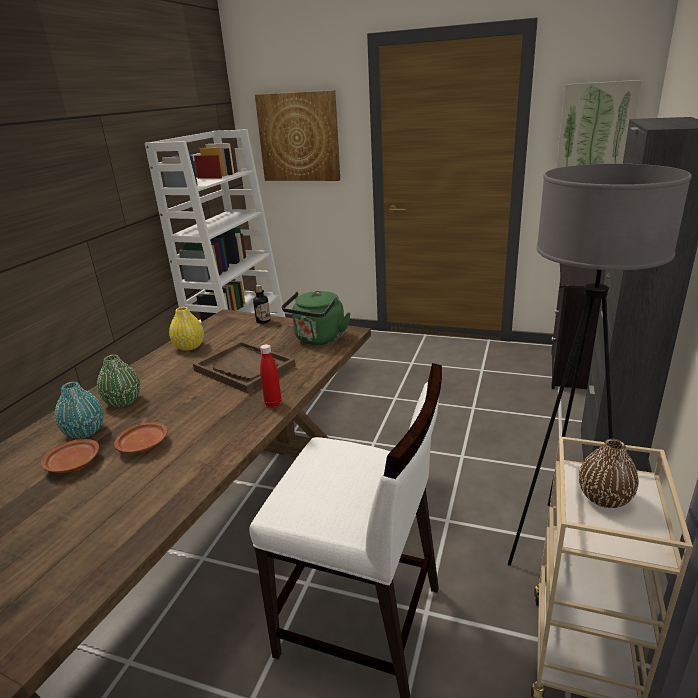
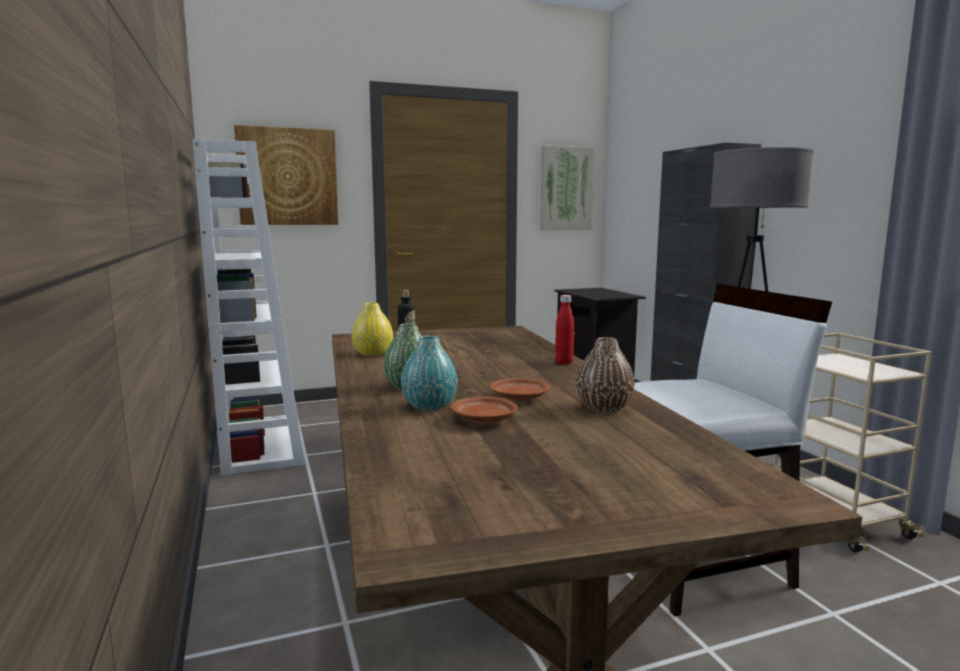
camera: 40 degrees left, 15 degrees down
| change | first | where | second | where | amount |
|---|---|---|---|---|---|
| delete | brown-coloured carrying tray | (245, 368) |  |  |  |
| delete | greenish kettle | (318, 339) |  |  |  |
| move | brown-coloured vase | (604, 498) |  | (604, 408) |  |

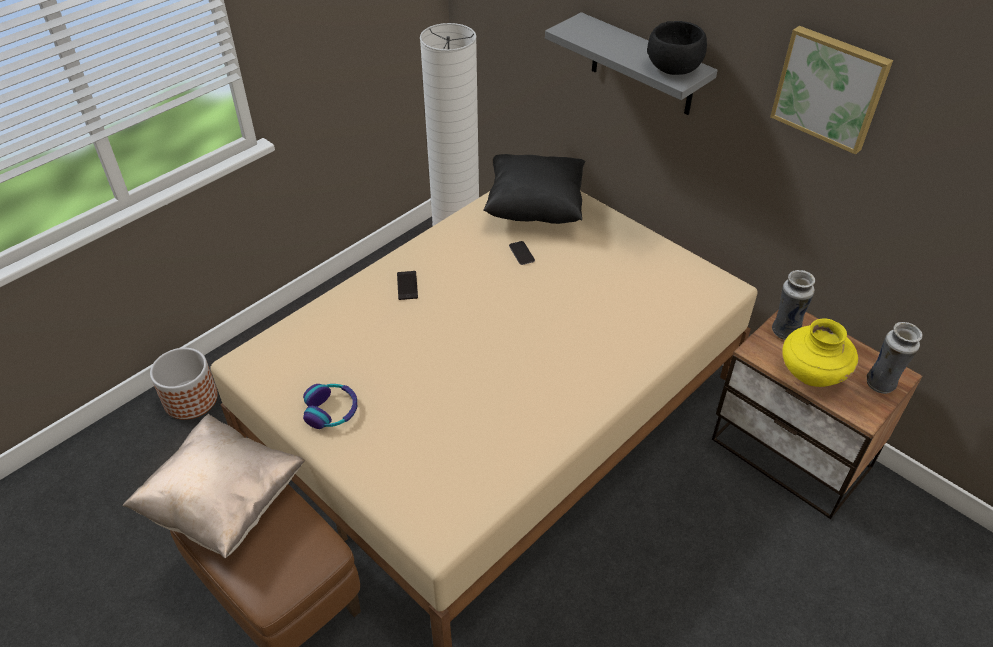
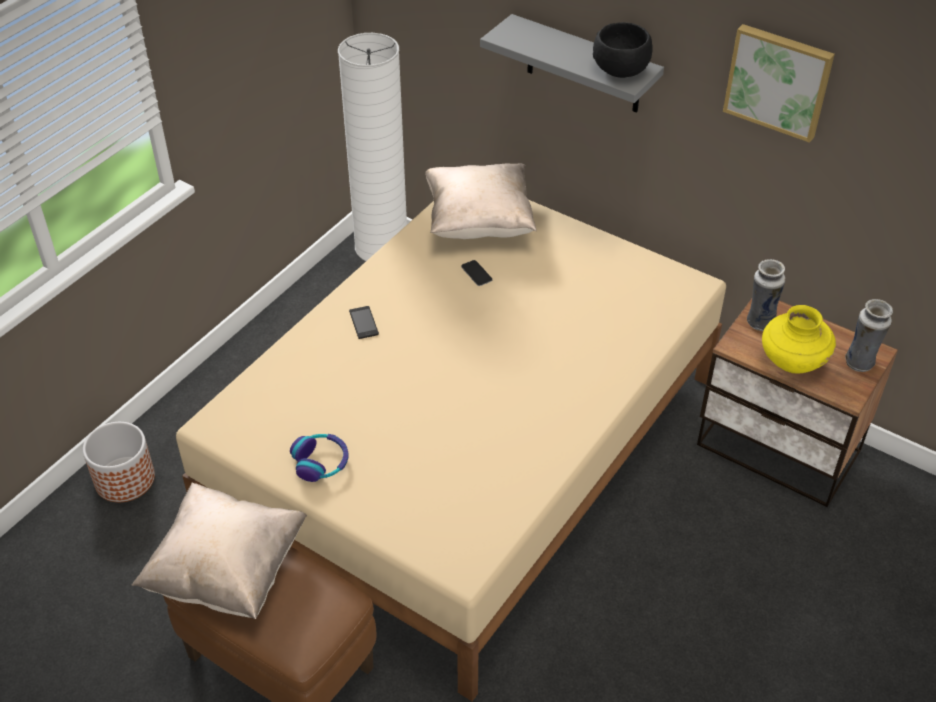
camera: 10 degrees left, 0 degrees up
| change | first | where | second | where | amount |
|---|---|---|---|---|---|
| recolor | black pillow | (535, 209) | sand-coloured pillow | (479, 223) |  |

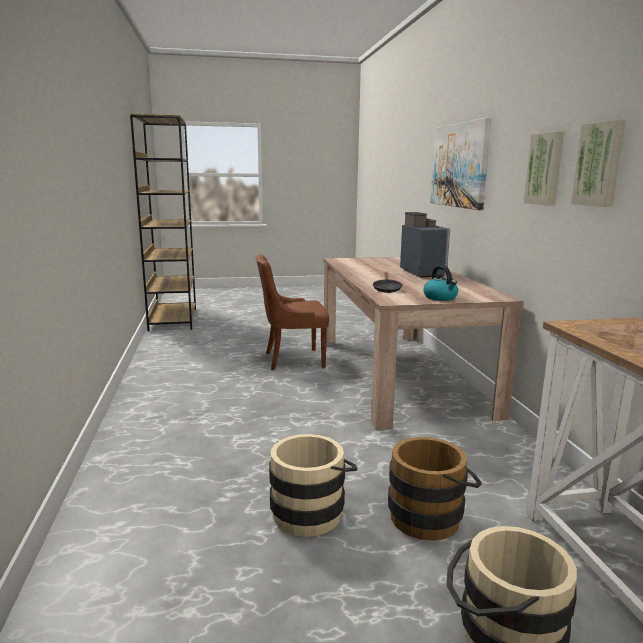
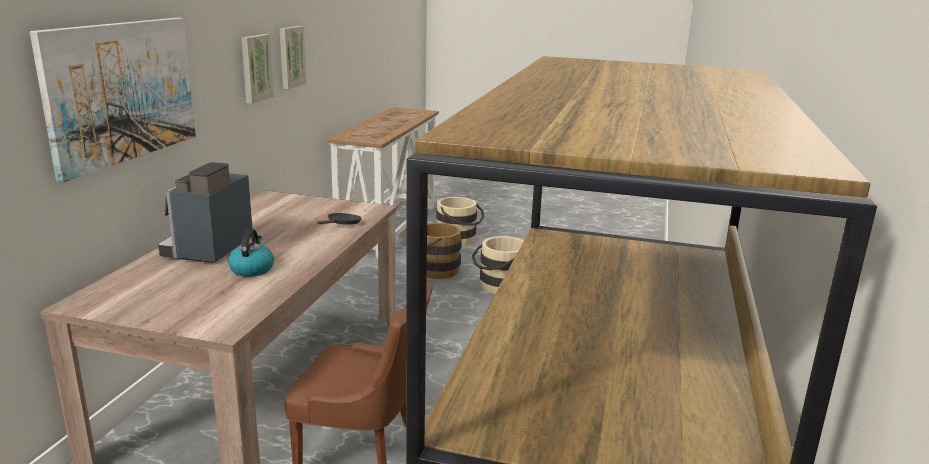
camera: 155 degrees left, 5 degrees up
| change | first | where | second | where | amount |
|---|---|---|---|---|---|
| move | kettle | (440, 298) |  | (252, 269) |  |

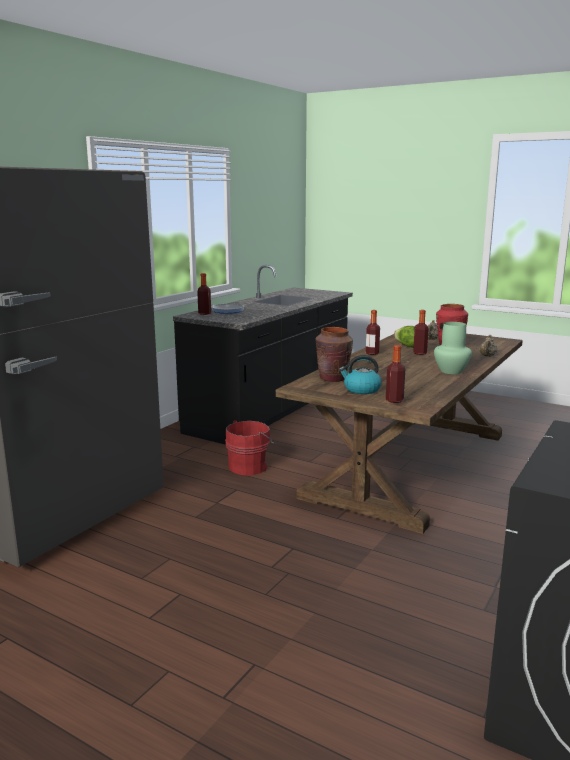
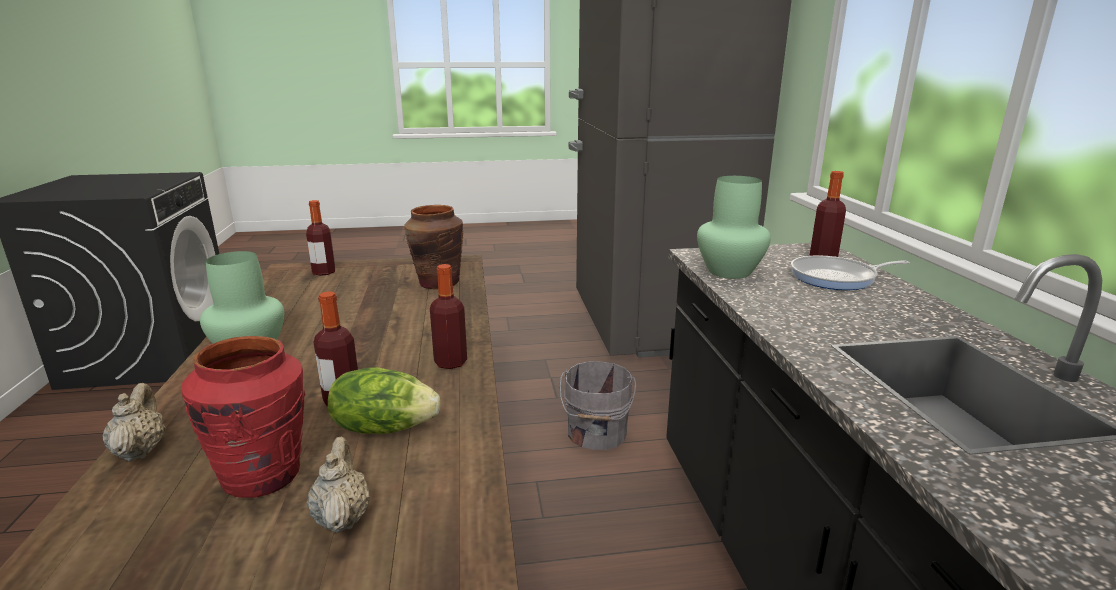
camera: 140 degrees right, 5 degrees up
| change | first | where | second | where | amount |
|---|---|---|---|---|---|
| delete | kettle | (361, 390) |  |  |  |
| insert |  |  | greenish vase | (729, 271) |  |
| recolor | reddish pail | (250, 466) | gray pail | (596, 434) |  |

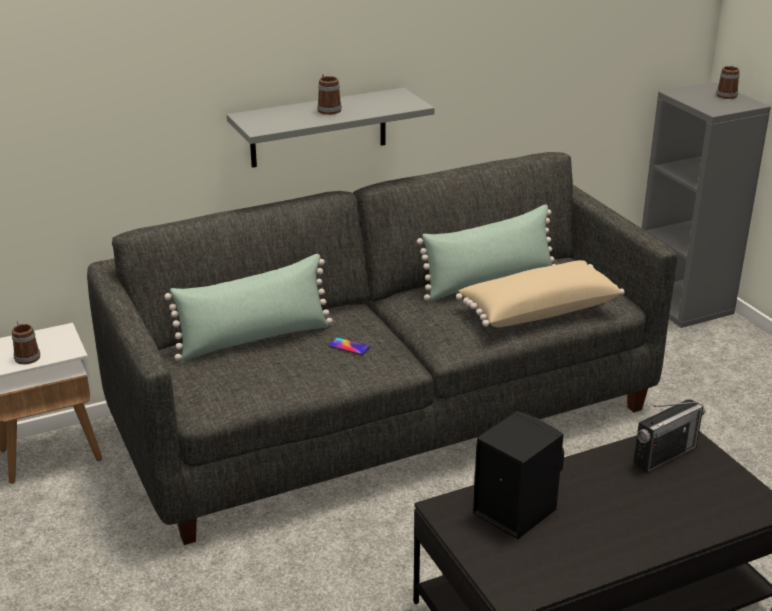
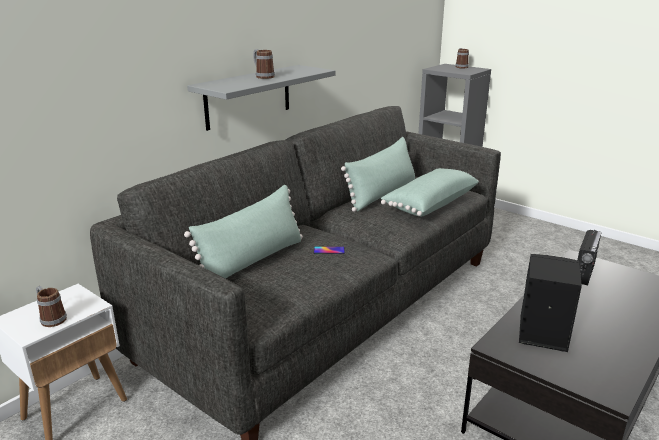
camera: 25 degrees left, 5 degrees down
| change | first | where | second | where | amount |
|---|---|---|---|---|---|
| recolor | sand-coloured pillow | (538, 310) | greenish pillow | (429, 204) |  |

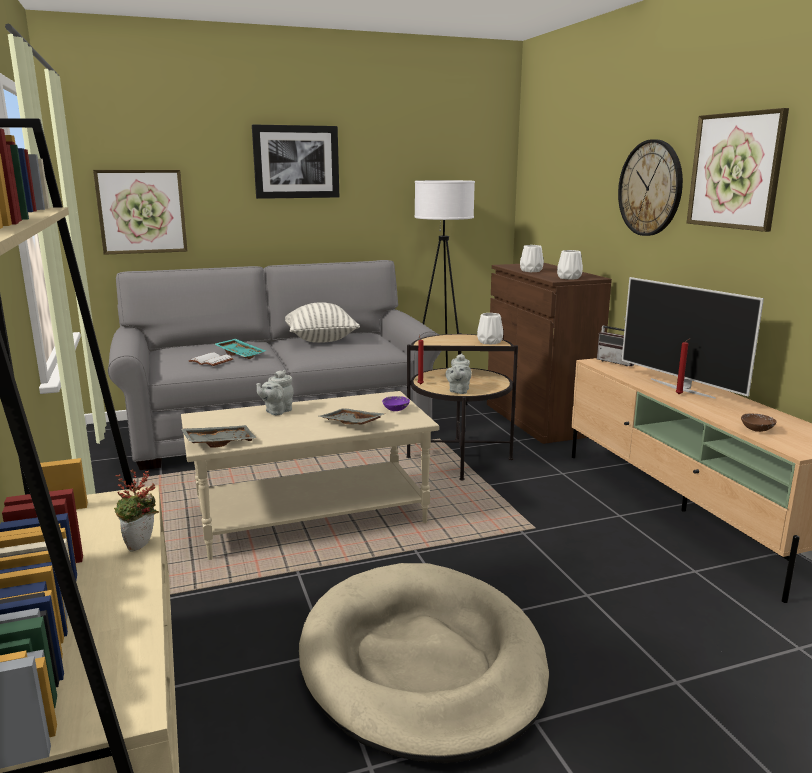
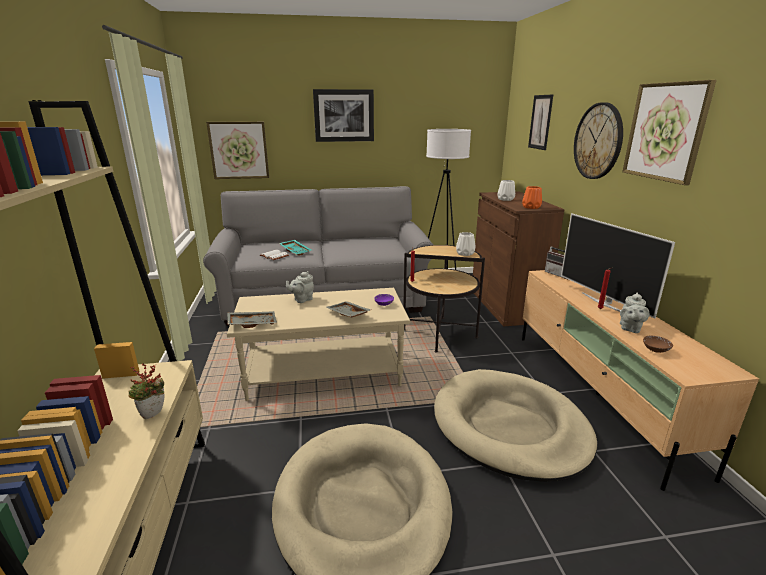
camera: 10 degrees right, 5 degrees up
| change | first | where | second | where | amount |
|---|---|---|---|---|---|
| delete | pillow | (320, 340) |  |  |  |
| insert |  |  | sand-coloured dog cushion | (510, 427) |  |
| insert |  |  | wall picture | (540, 122) |  |
| move | gray pot for tea | (458, 391) |  | (630, 328) |  |
| recolor | whitish vase | (569, 278) | orange-coloured vase | (531, 207) |  |

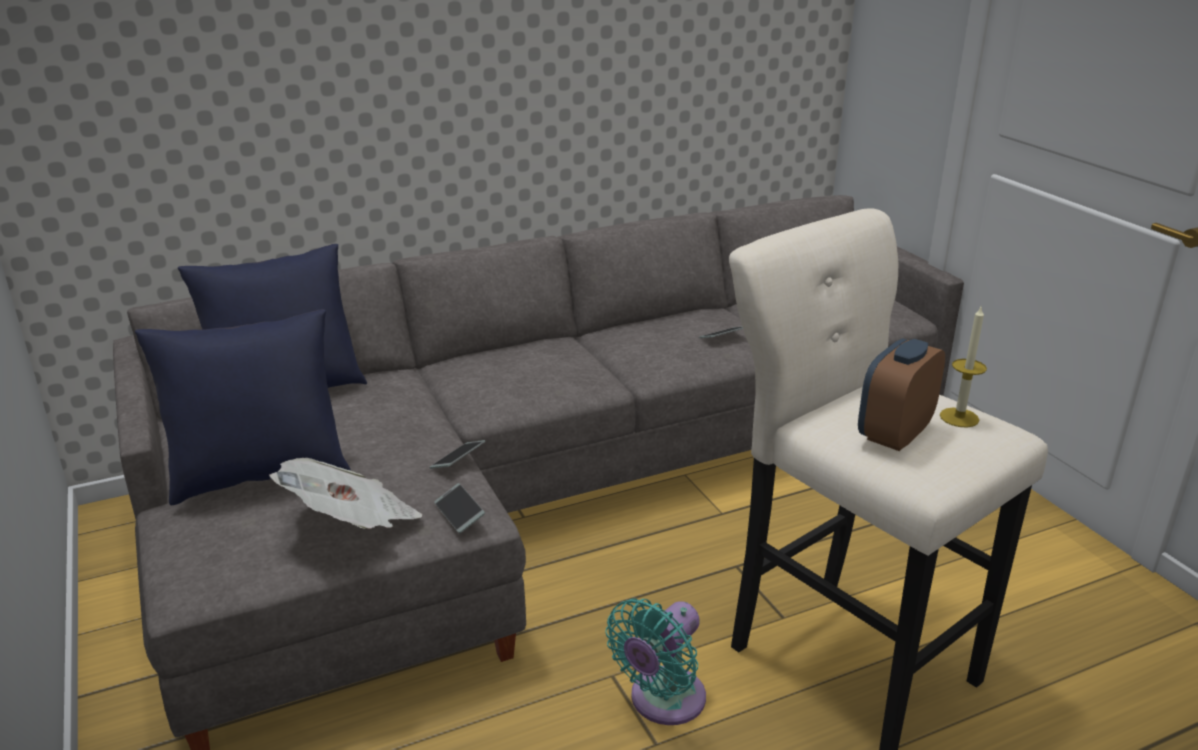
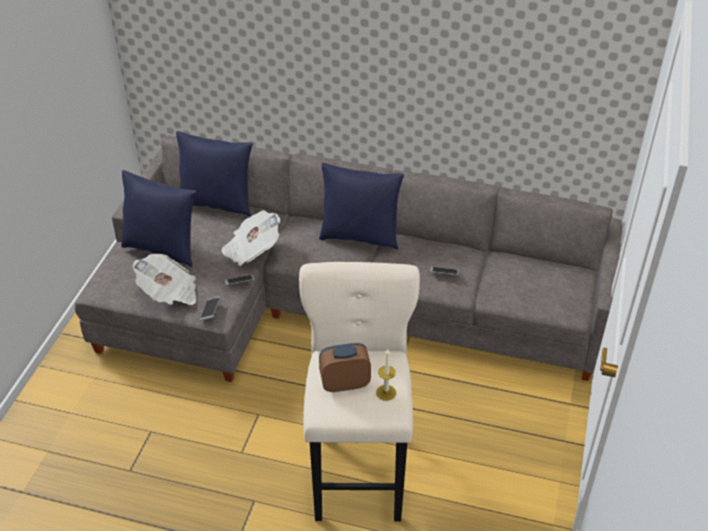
camera: 40 degrees right, 15 degrees up
| change | first | where | second | where | amount |
|---|---|---|---|---|---|
| delete | turquoise electric fan | (662, 701) |  |  |  |
| insert |  |  | newspaper | (252, 250) |  |
| insert |  |  | blue-coloured pillow | (359, 236) |  |

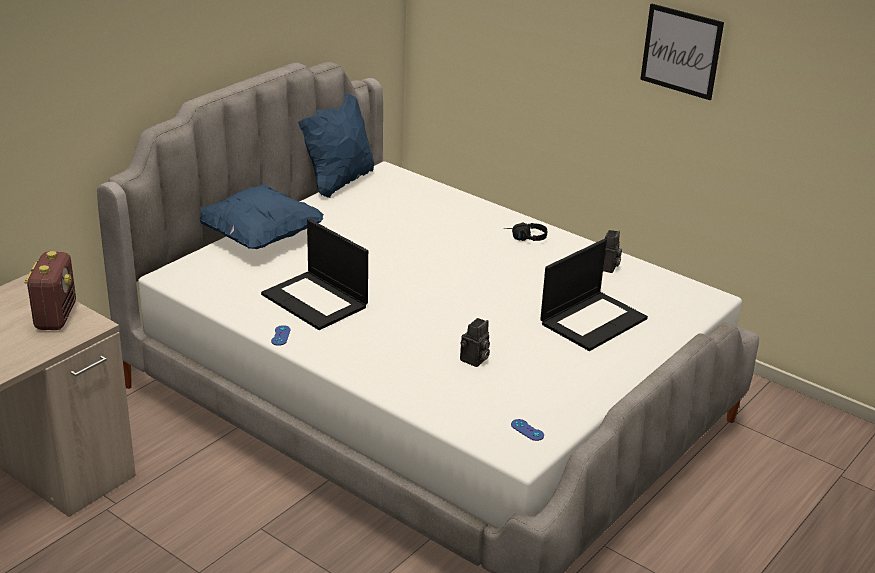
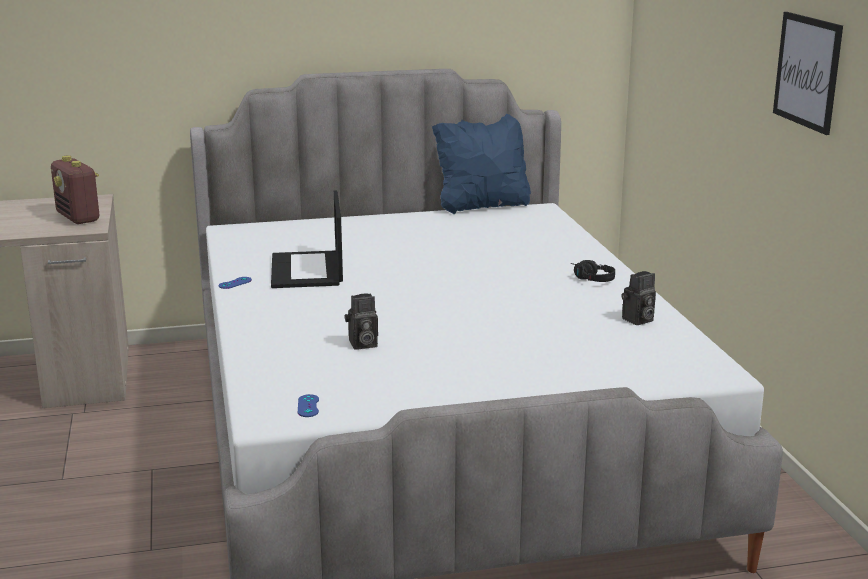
camera: 40 degrees right, 10 degrees down
| change | first | where | second | where | amount |
|---|---|---|---|---|---|
| delete | blue-coloured pillow | (259, 238) |  |  |  |
| delete | laptop | (593, 320) |  |  |  |
| rotate | radio set | (55, 316) |  | (78, 218) | 105 degrees clockwise |

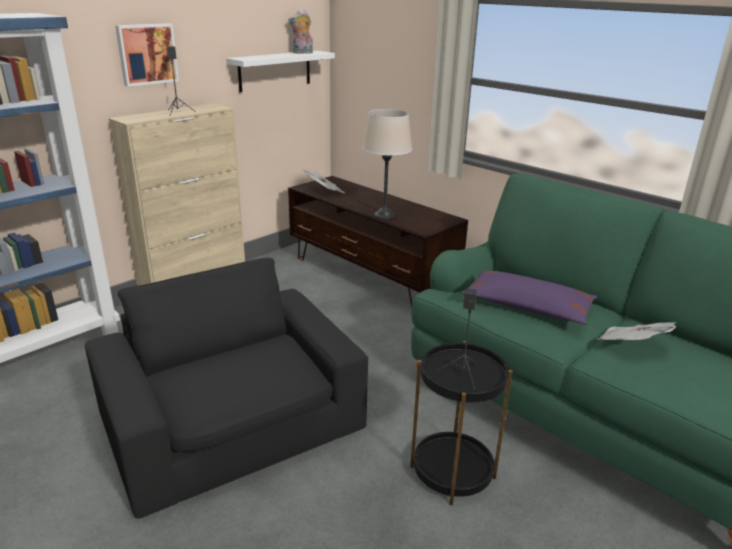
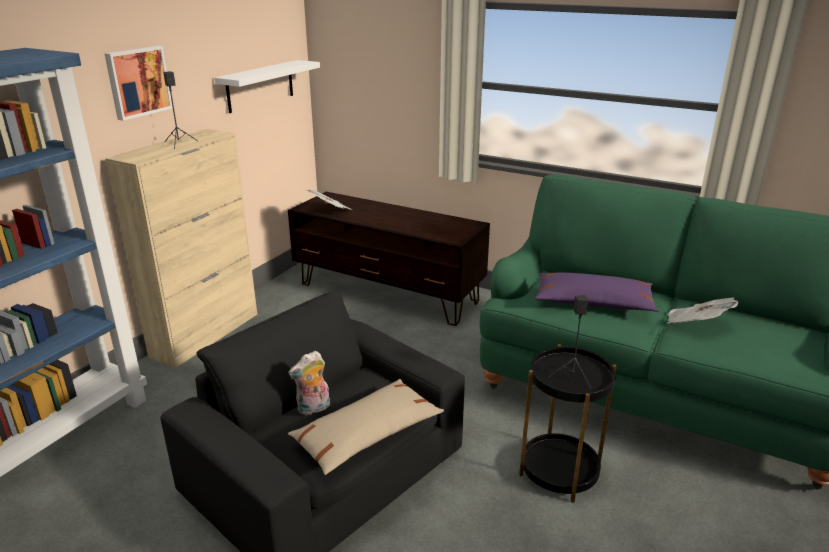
camera: 15 degrees left, 0 degrees up
| change | first | where | second | where | amount |
|---|---|---|---|---|---|
| delete | sand-coloured table lamp | (384, 214) |  |  |  |
| insert |  |  | sand-coloured pillow | (367, 435) |  |
| move | cuddly toy | (302, 53) |  | (313, 409) |  |

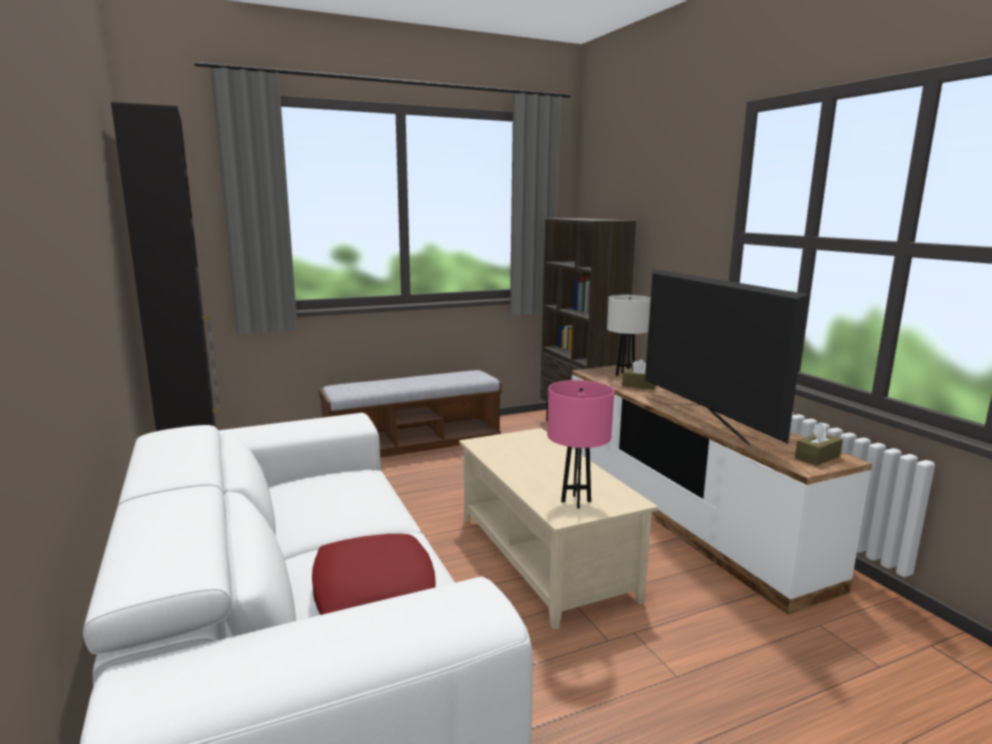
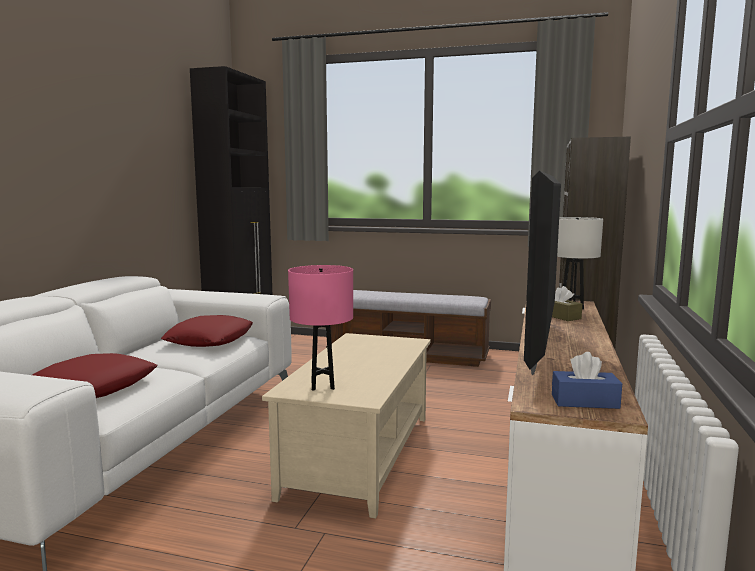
camera: 40 degrees right, 5 degrees down
| change | first | where | second | where | amount |
|---|---|---|---|---|---|
| insert |  |  | reddish pillow | (210, 339) |  |
| recolor | brown-coloured tissue box | (817, 457) | blue-coloured tissue box | (584, 401) |  |

